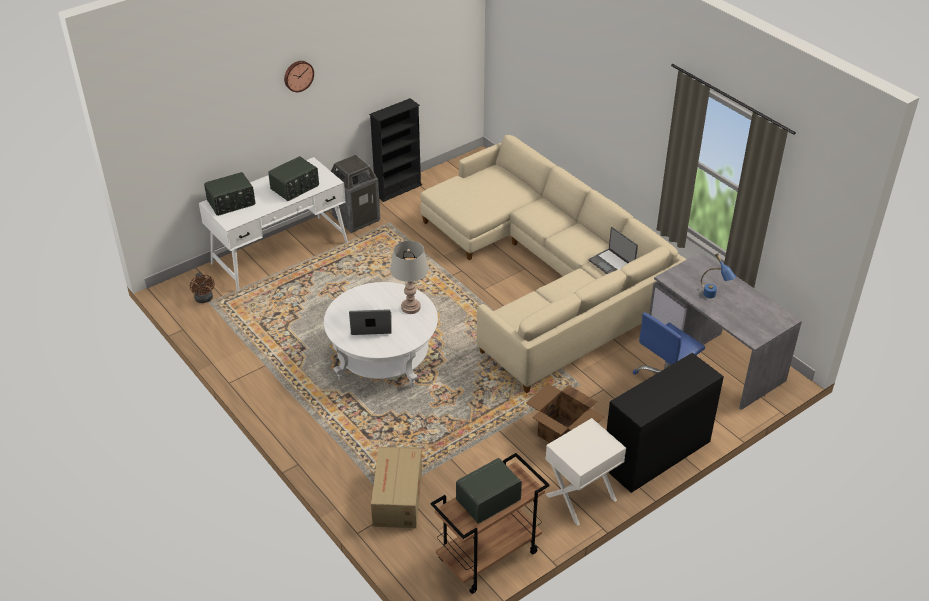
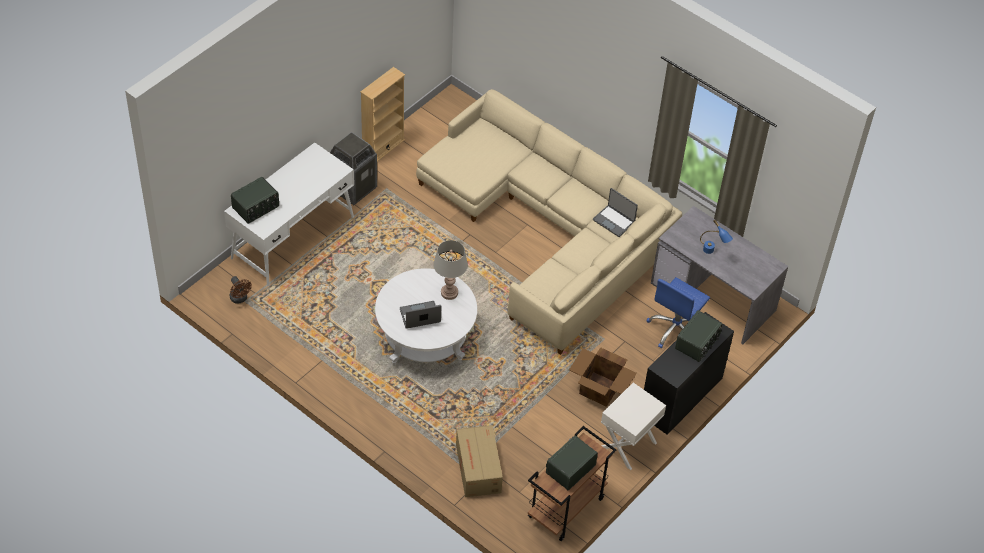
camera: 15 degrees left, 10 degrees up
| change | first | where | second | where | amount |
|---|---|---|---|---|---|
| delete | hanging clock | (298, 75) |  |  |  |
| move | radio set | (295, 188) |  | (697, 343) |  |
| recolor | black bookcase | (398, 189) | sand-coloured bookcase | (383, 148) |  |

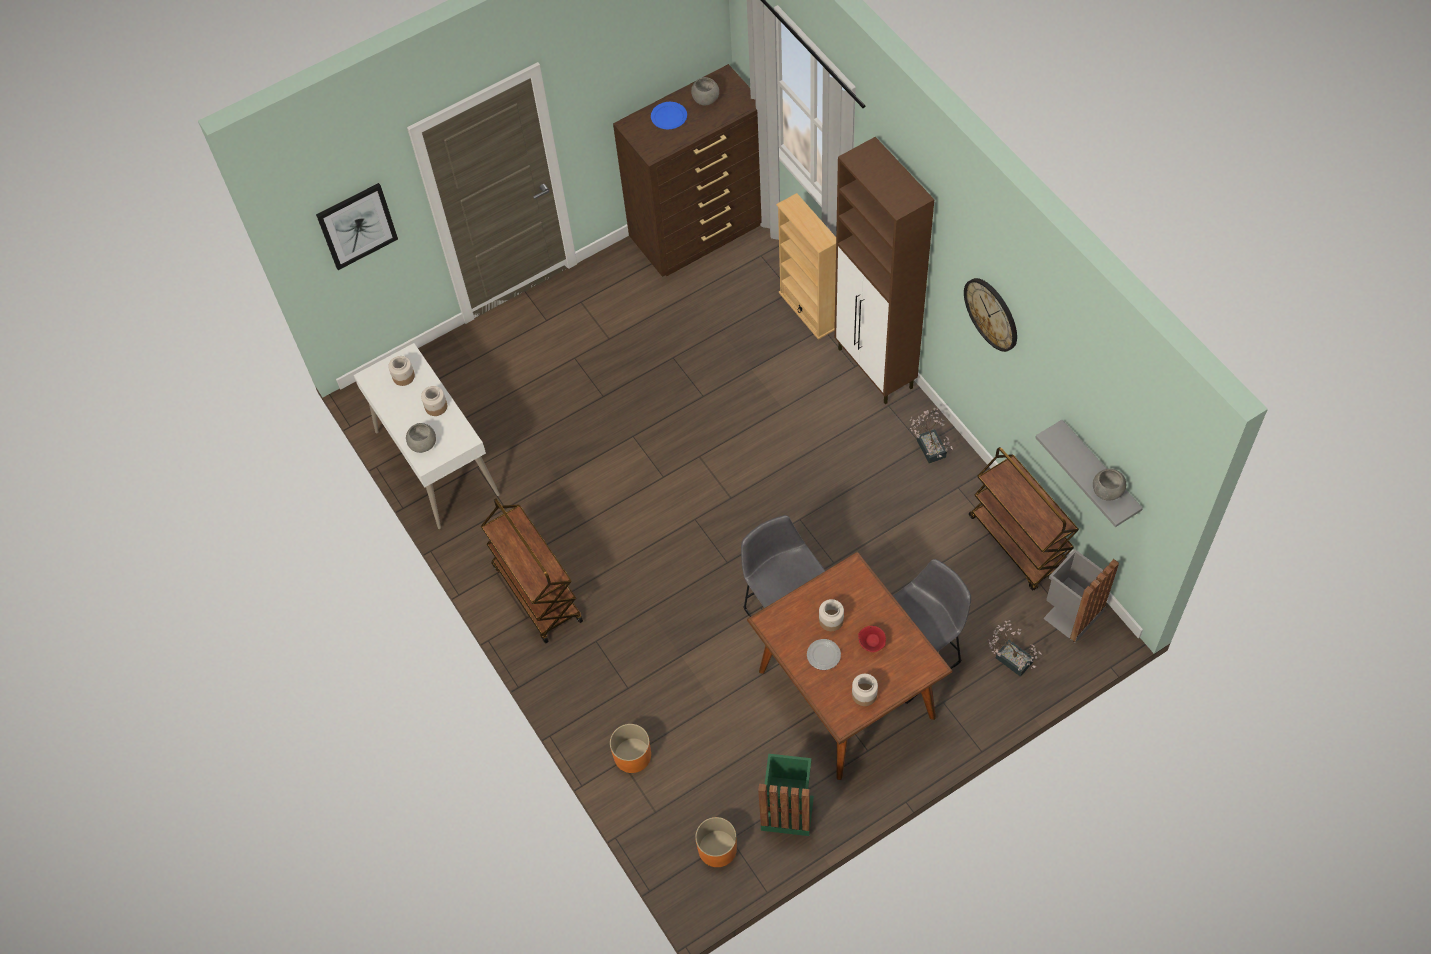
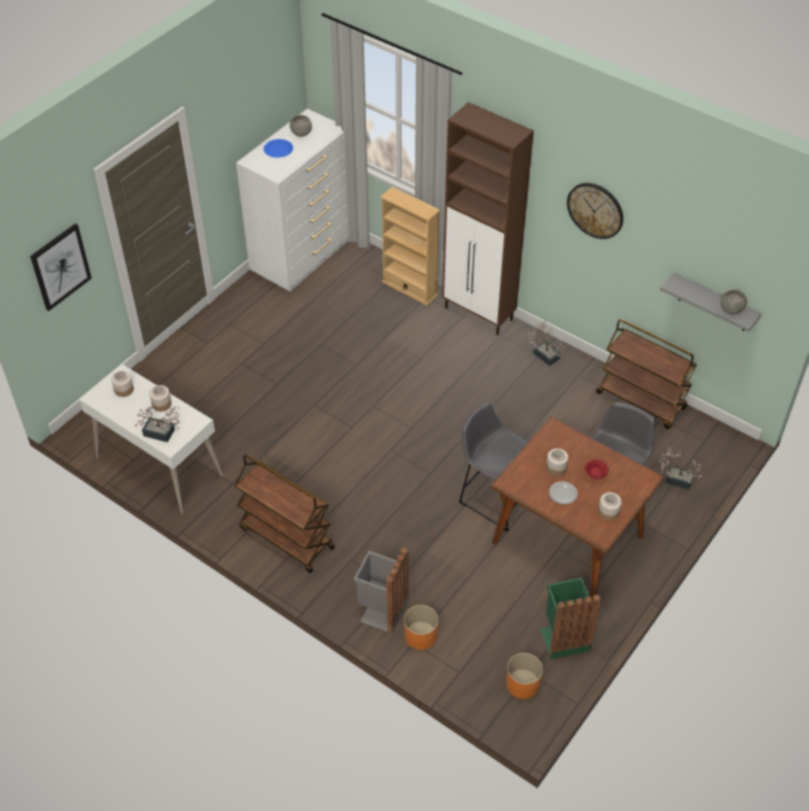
camera: 25 degrees left, 10 degrees down
| change | first | where | second | where | amount |
|---|---|---|---|---|---|
| move | gray rubbish bin | (1070, 613) |  | (382, 610) |  |
| replace | gray serving bowl | (422, 444) | houseplant | (162, 434) |  |
| recolor | brown-coloured chest of drawers | (701, 233) | whitish chest of drawers | (304, 257) |  |

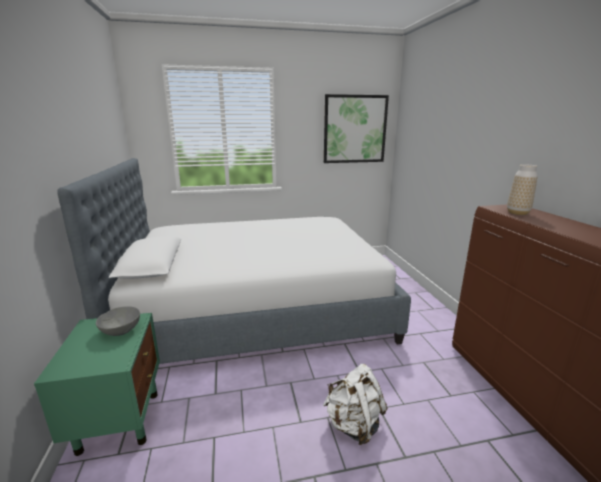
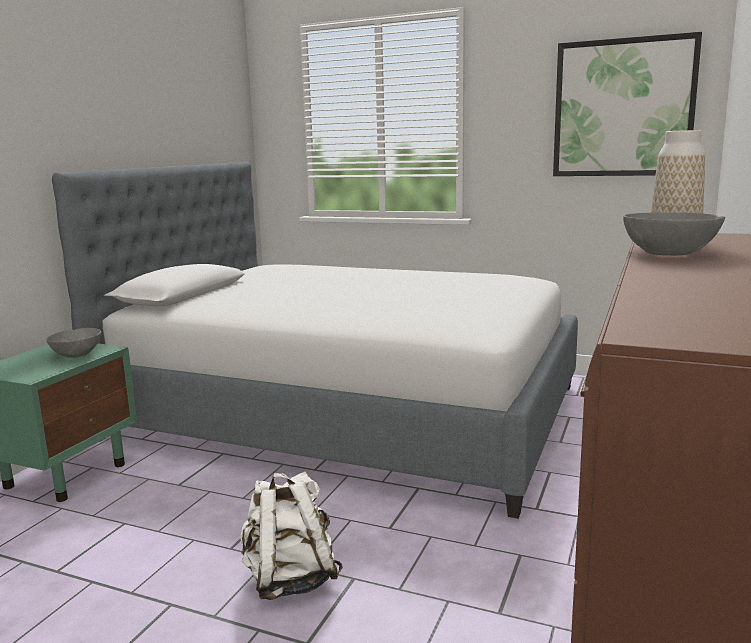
camera: 35 degrees right, 5 degrees down
| change | first | where | second | where | amount |
|---|---|---|---|---|---|
| insert |  |  | gray serving bowl | (669, 253) |  |

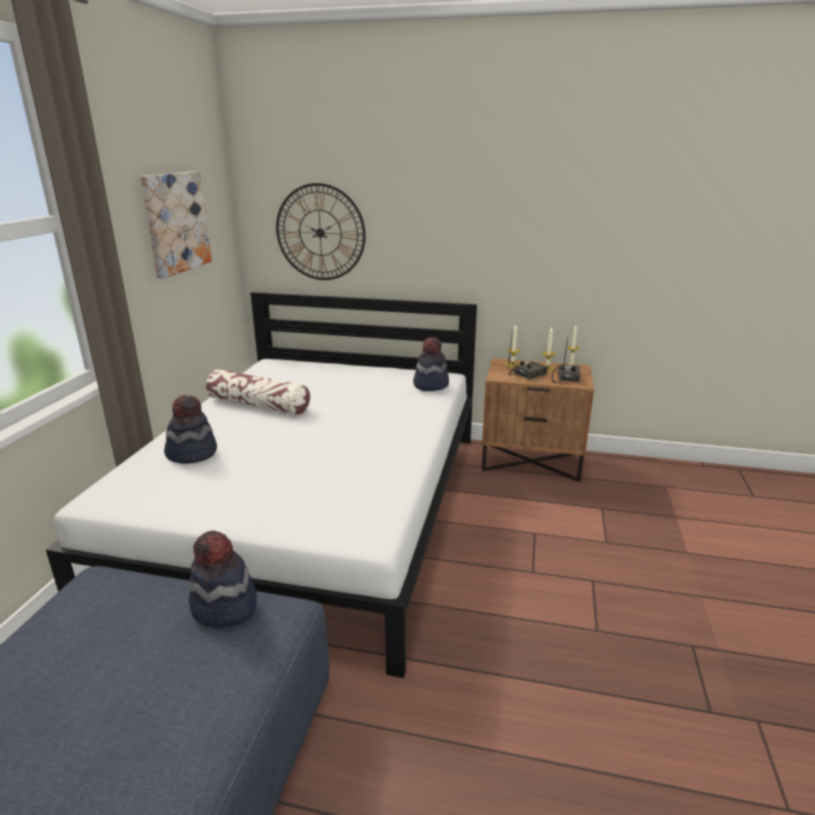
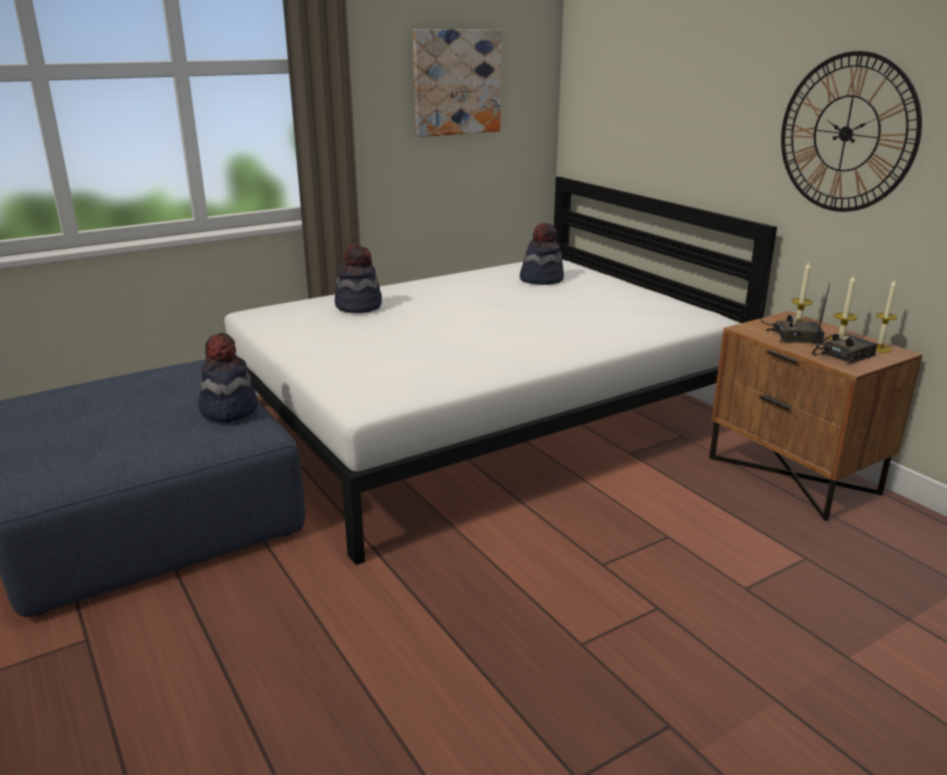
camera: 45 degrees right, 0 degrees up
| change | first | where | second | where | amount |
|---|---|---|---|---|---|
| delete | pillow | (259, 405) |  |  |  |
| move | hanging clock | (320, 233) |  | (846, 133) |  |
| move | hat | (430, 385) |  | (541, 279) |  |

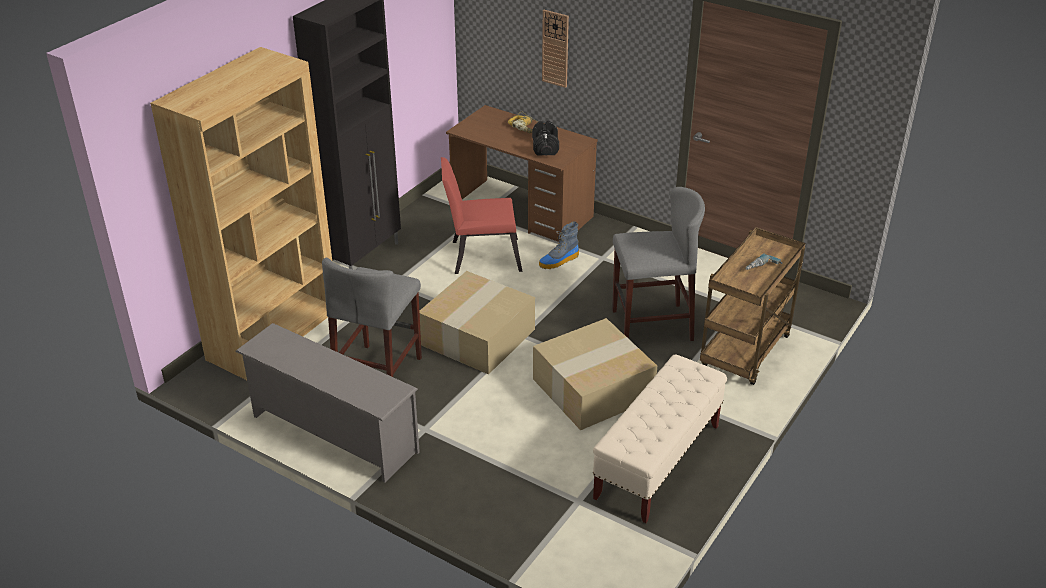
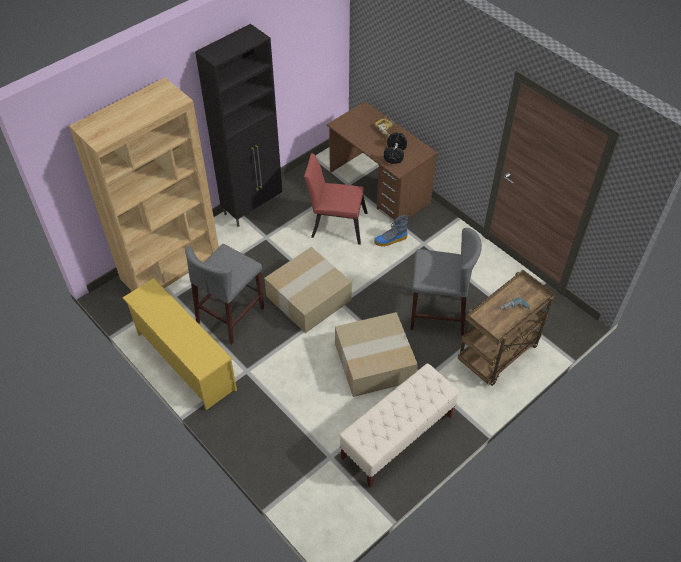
camera: 15 degrees right, 15 degrees up
| change | first | where | second | where | amount |
|---|---|---|---|---|---|
| delete | hanging clock | (555, 48) |  |  |  |
| recolor | gray shoe stand | (332, 434) | yellow shoe stand | (184, 361) |  |

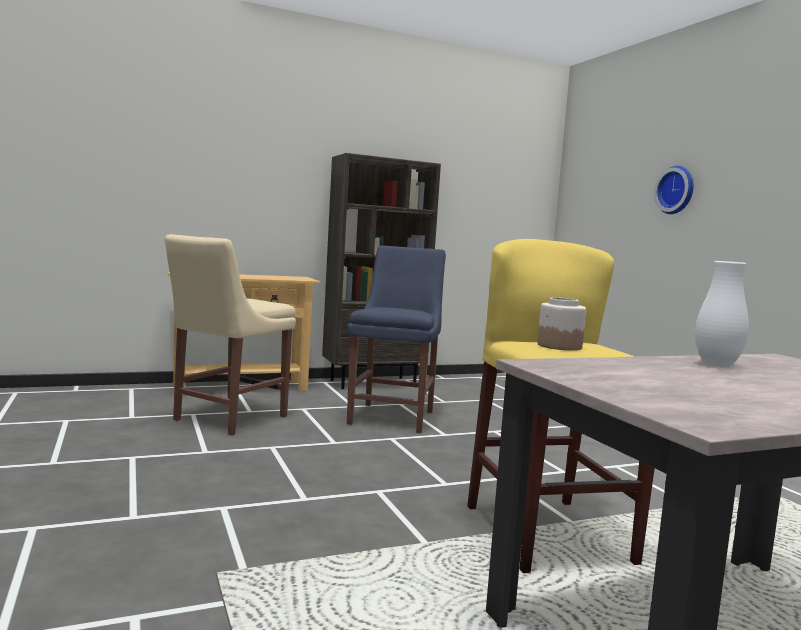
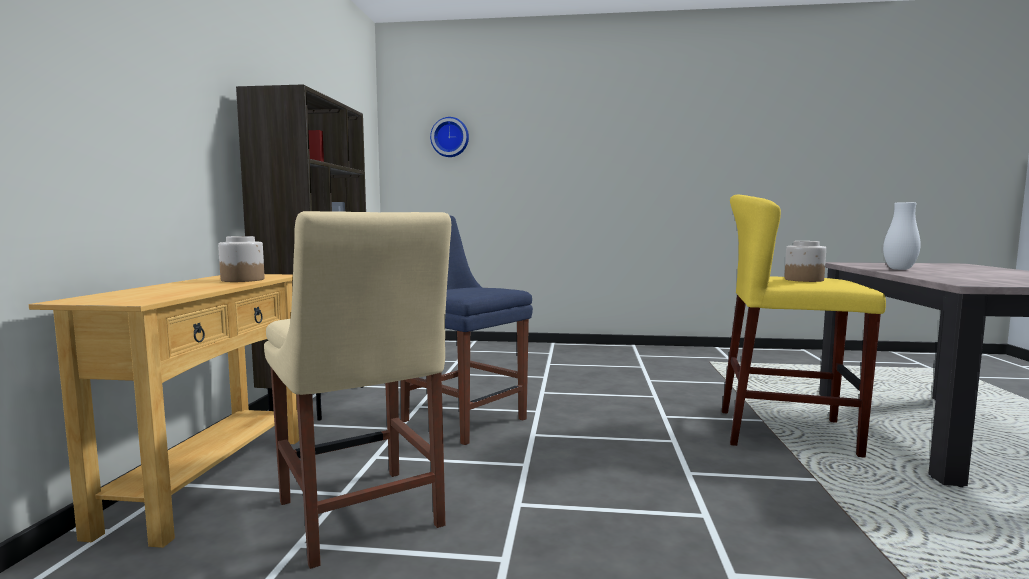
camera: 60 degrees left, 0 degrees up
| change | first | where | second | where | amount |
|---|---|---|---|---|---|
| insert |  |  | storage jar | (243, 280) |  |
| move | hanging clock | (677, 190) |  | (450, 137) |  |

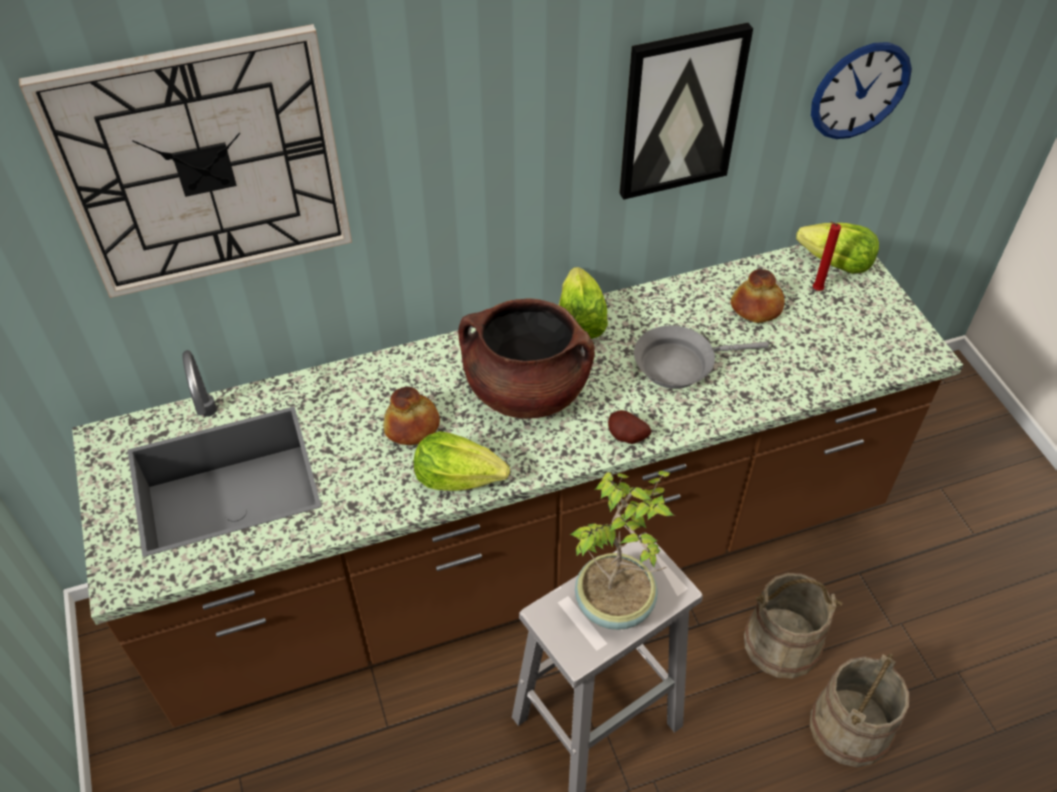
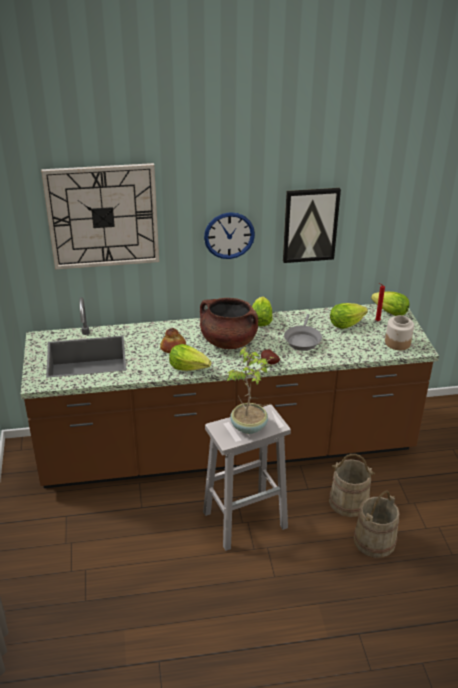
camera: 10 degrees right, 15 degrees down
| change | first | where | second | where | amount |
|---|---|---|---|---|---|
| insert |  |  | storage jar | (398, 343) |  |
| move | hanging clock | (860, 91) |  | (229, 235) |  |
| replace | baked bread | (756, 307) | lettuce | (345, 324) |  |
| rotate | gray pan | (680, 364) |  | (302, 340) | 75 degrees counterclockwise |

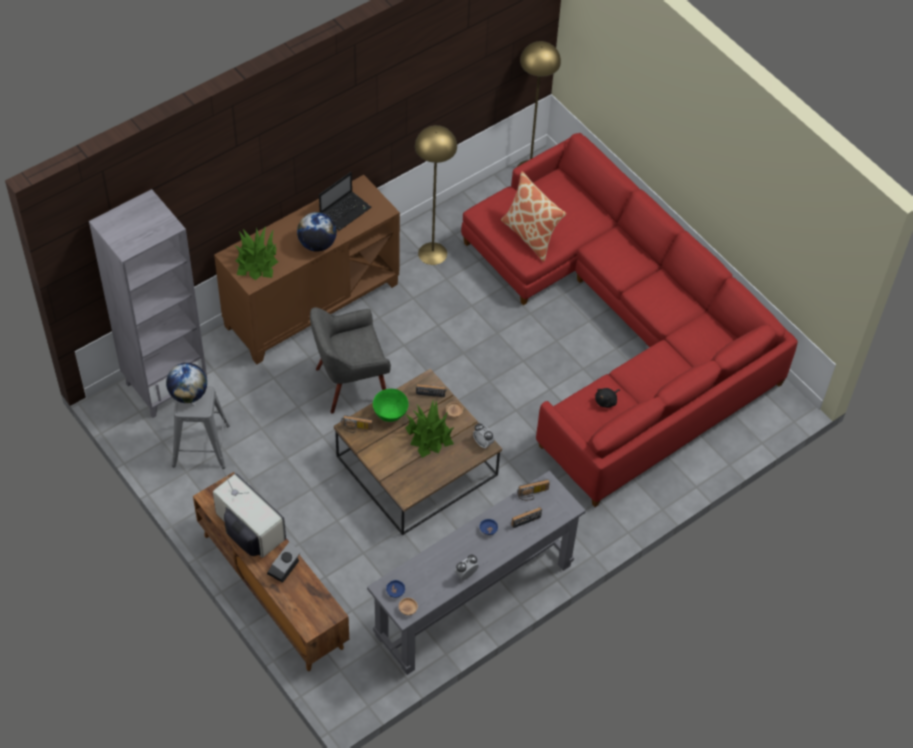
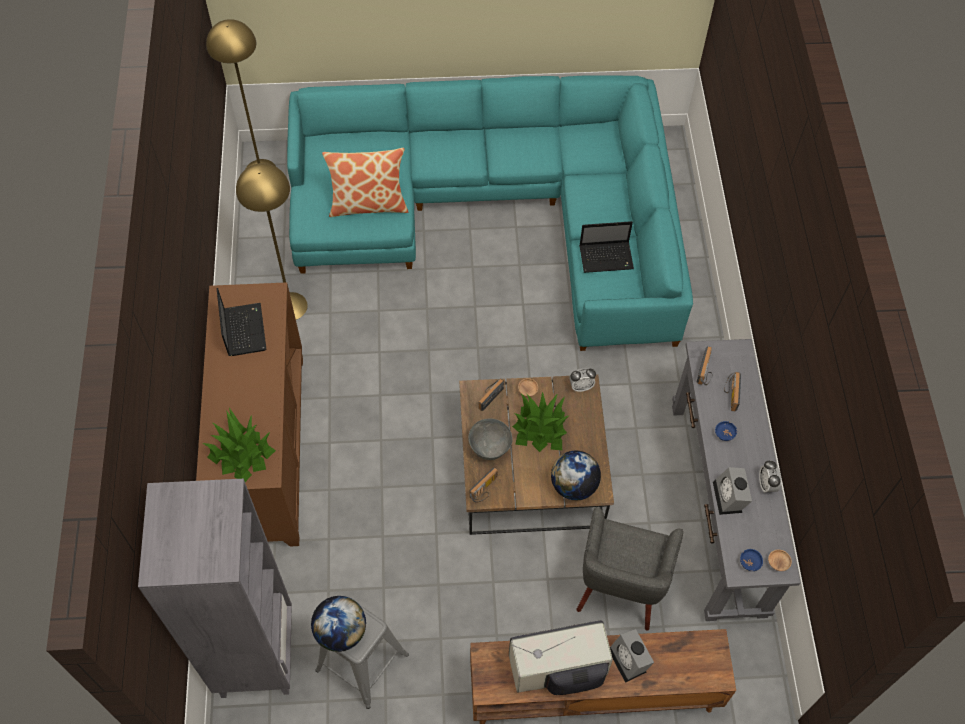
camera: 55 degrees left, 5 degrees up
| change | first | where | second | where | amount |
|---|---|---|---|---|---|
| insert |  |  | table clock | (729, 498) |  |
| move | world globe | (317, 244) |  | (573, 485) |  |
| move | gray armchair | (350, 383) |  | (619, 587) |  |
| replace | black cuddly toy | (606, 401) | laptop | (607, 257) |  |
| recolor | greenish serving bowl | (390, 414) | gray serving bowl | (489, 448) |  |
| recolor | reddish couch | (620, 329) | turquoise couch | (498, 211) |  |

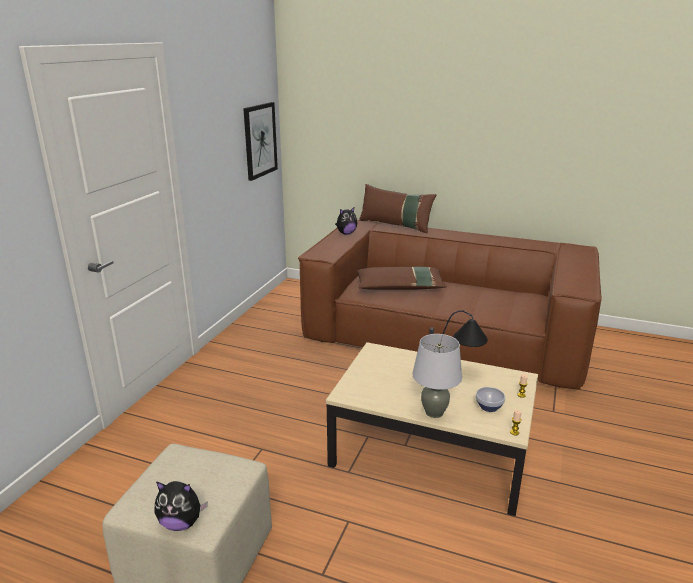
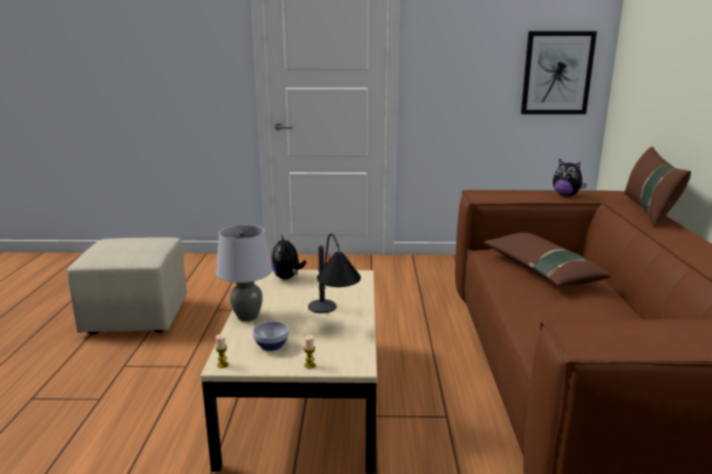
camera: 70 degrees right, 5 degrees down
| change | first | where | second | where | amount |
|---|---|---|---|---|---|
| move | cuddly toy | (181, 523) |  | (287, 277) |  |

